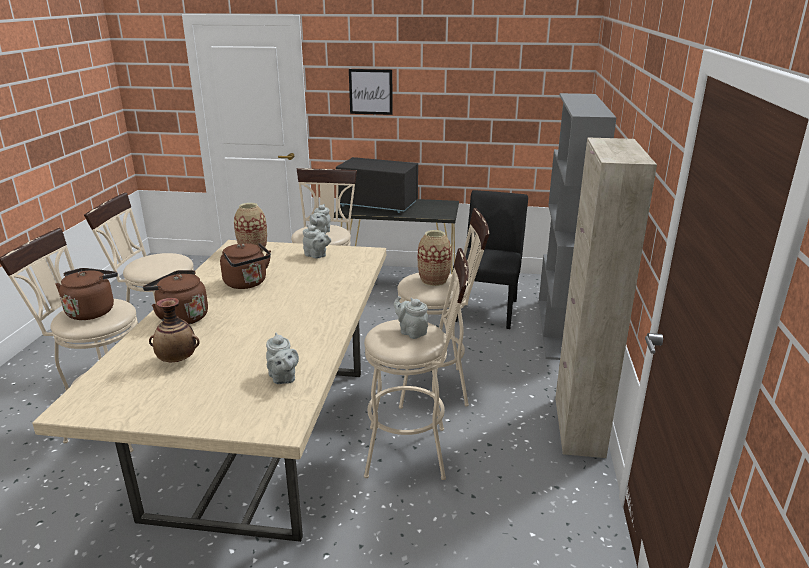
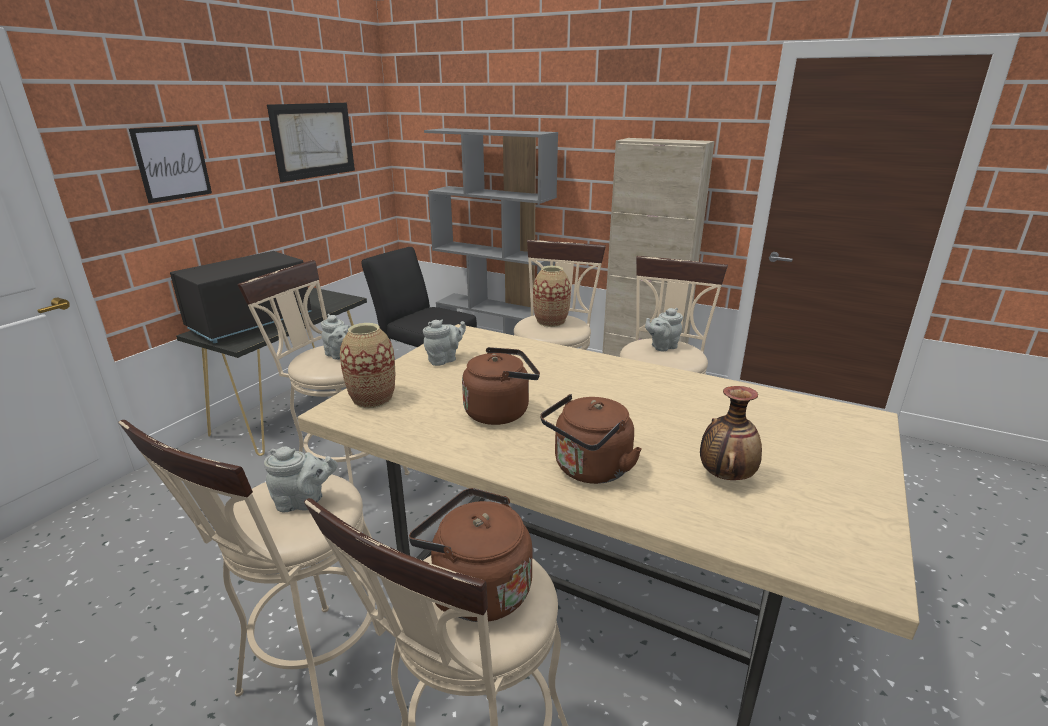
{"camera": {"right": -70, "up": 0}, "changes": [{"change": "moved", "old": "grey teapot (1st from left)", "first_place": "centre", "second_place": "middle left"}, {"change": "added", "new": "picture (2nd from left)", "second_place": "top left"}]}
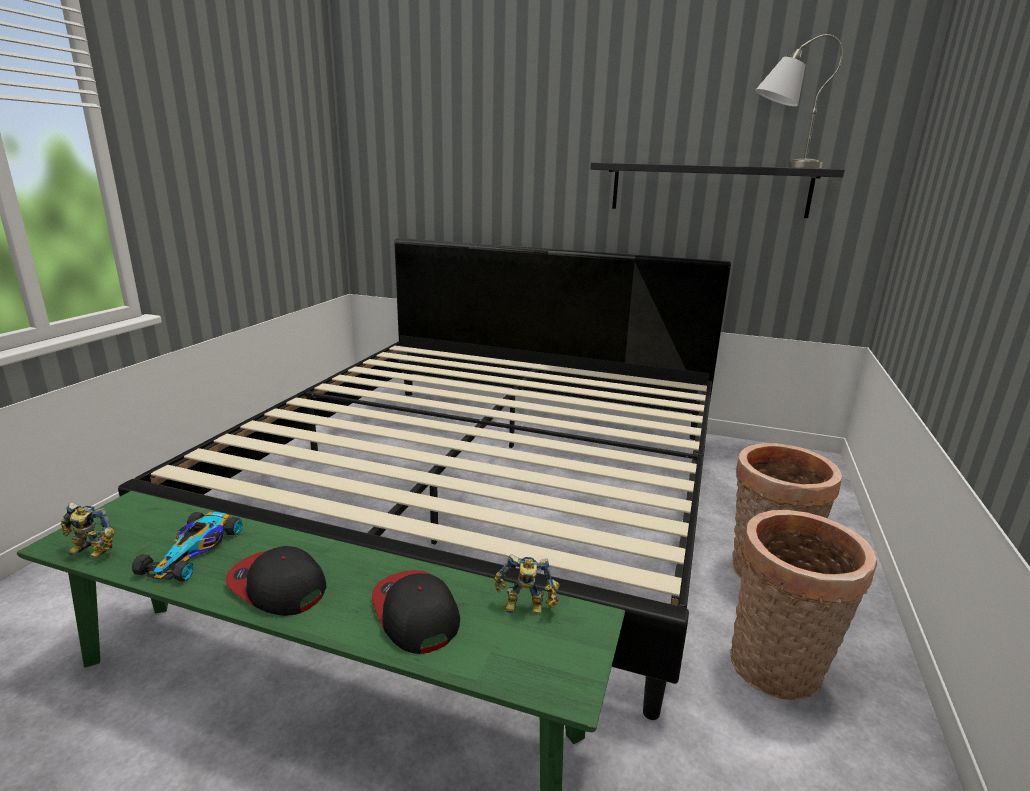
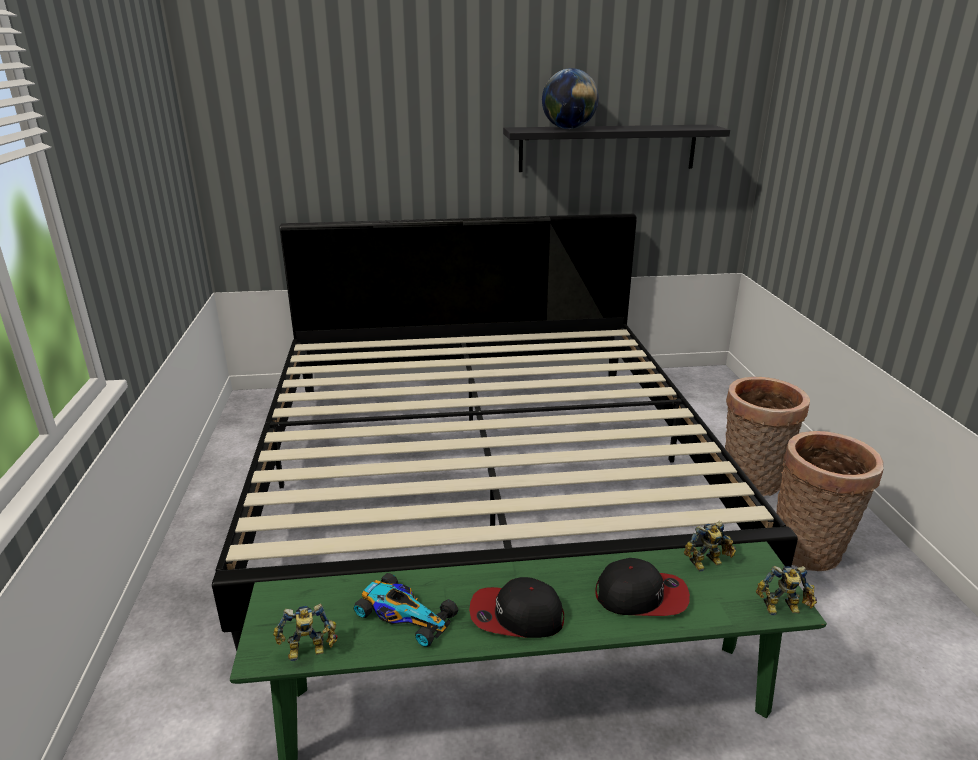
{"camera": {"right": -25, "up": 5}, "changes": [{"change": "turned", "old": "toy car", "first_place": "bottom left", "second_place": "bottom centre", "degrees": -45}, {"change": "turned", "old": "cap (2nd from left)", "first_place": "bottom centre", "second_place": "bottom centre", "degrees": 150}, {"change": "removed", "old": "grey table lamp", "first_place": "top right"}, {"change": "added", "new": "globe", "second_place": "top centre"}, {"change": "added", "new": "toy robot (3rd from left)", "second_place": "bottom right"}]}
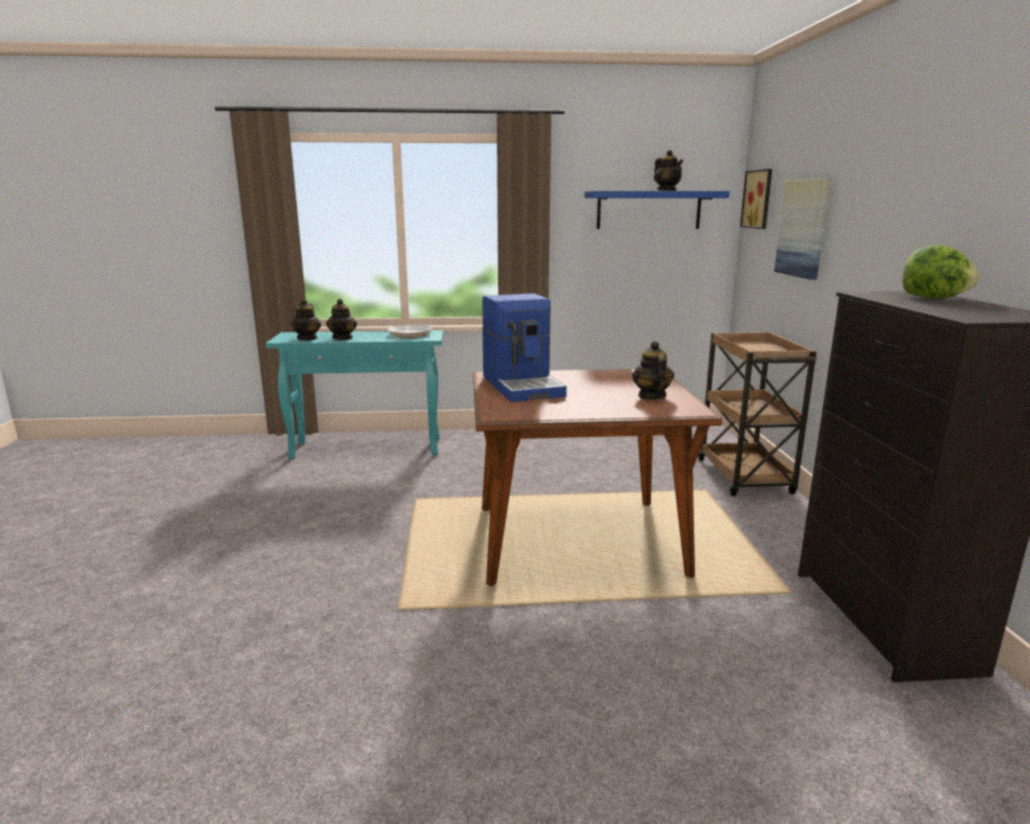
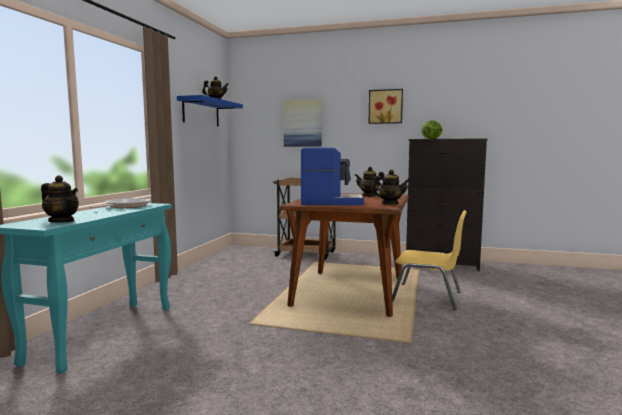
{"camera": {"right": -70, "up": -10}, "changes": [{"change": "moved", "old": "teapot (2nd from left in the first image)", "new": "teapot (4th from left)", "first_place": "middle left", "second_place": "centre"}, {"change": "moved", "old": "picture (1st from left in the first image)", "new": "picture (2nd from left)", "first_place": "top right", "second_place": "top centre"}, {"change": "added", "new": "yellow chair", "second_place": "middle right"}]}
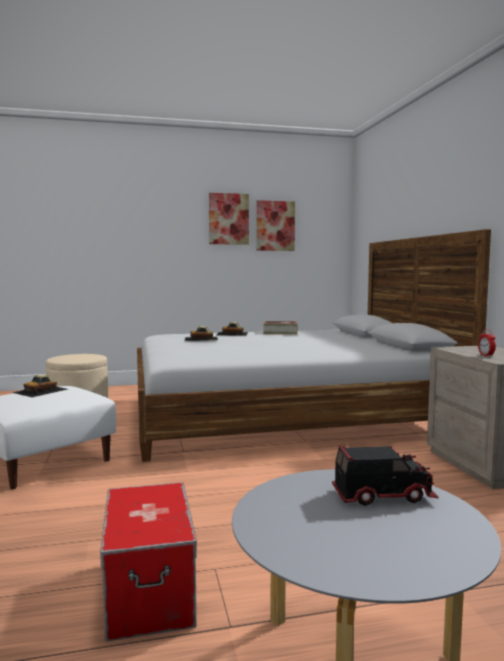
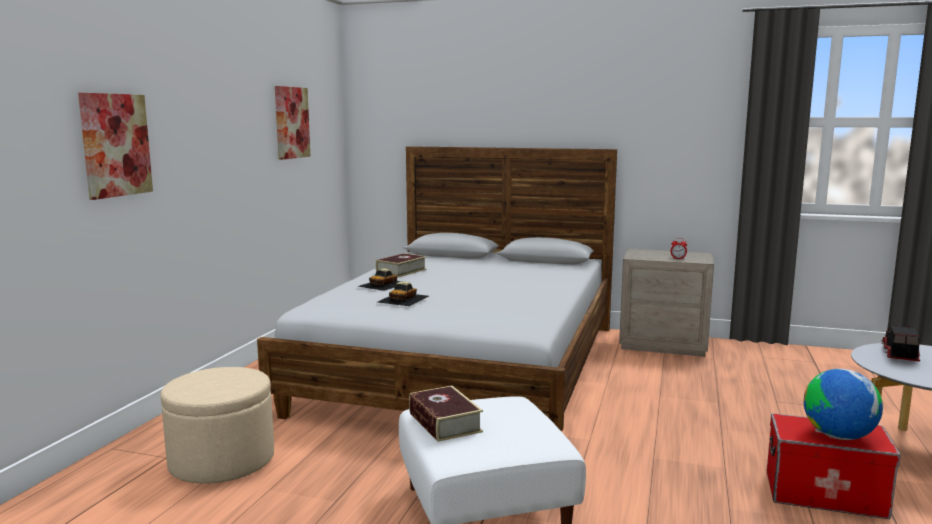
{"camera": {"right": -60, "up": 5}, "changes": [{"change": "replaced", "old": "toy car (1st from left)", "new": "book (2nd from left)", "first_place": "middle left", "second_place": "bottom centre"}, {"change": "moved", "old": "picture (1st from left)", "first_place": "top centre", "second_place": "top left"}, {"change": "added", "new": "globe", "second_place": "bottom right"}]}
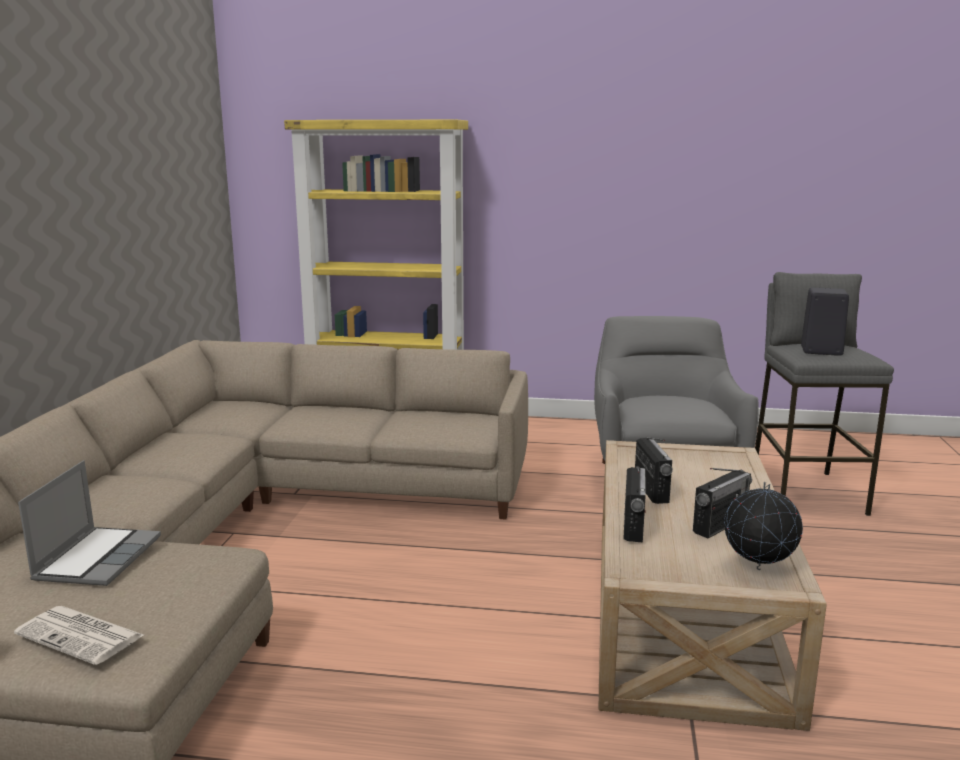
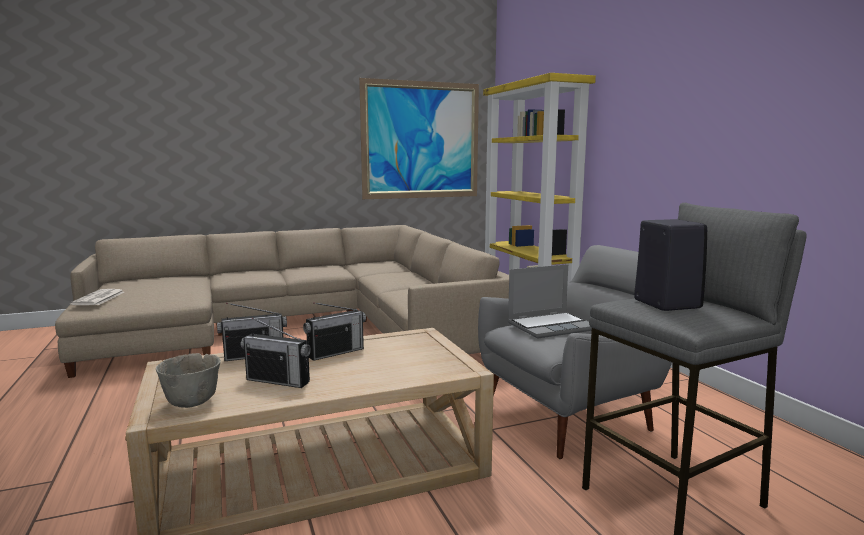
{"camera": {"right": 60, "up": -5}, "changes": [{"change": "moved", "old": "laptop", "first_place": "bottom left", "second_place": "centre"}, {"change": "replaced", "old": "globe", "new": "grey bowl", "first_place": "bottom right", "second_place": "bottom left"}, {"change": "added", "new": "picture", "second_place": "top centre"}]}
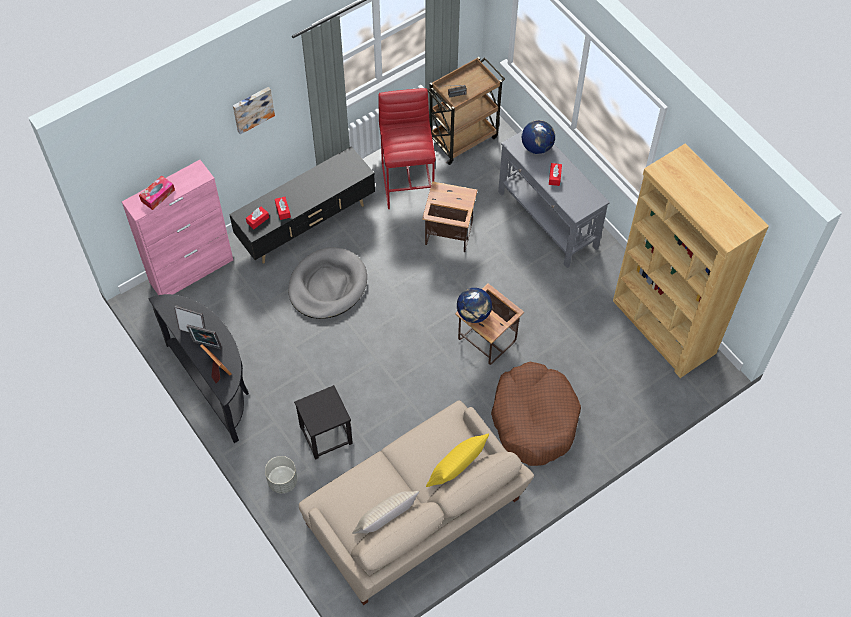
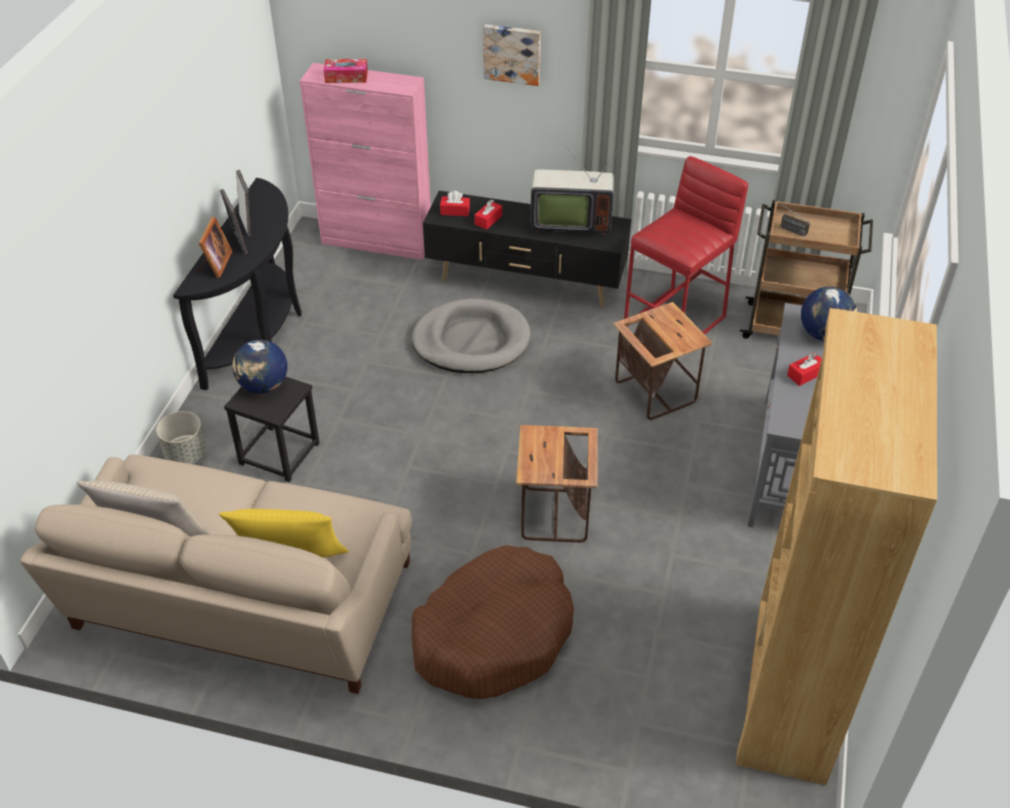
{"camera": {"right": 50, "up": -15}, "changes": [{"change": "moved", "old": "globe (1st from left)", "first_place": "centre", "second_place": "middle left"}, {"change": "added", "new": "television", "second_place": "top centre"}]}
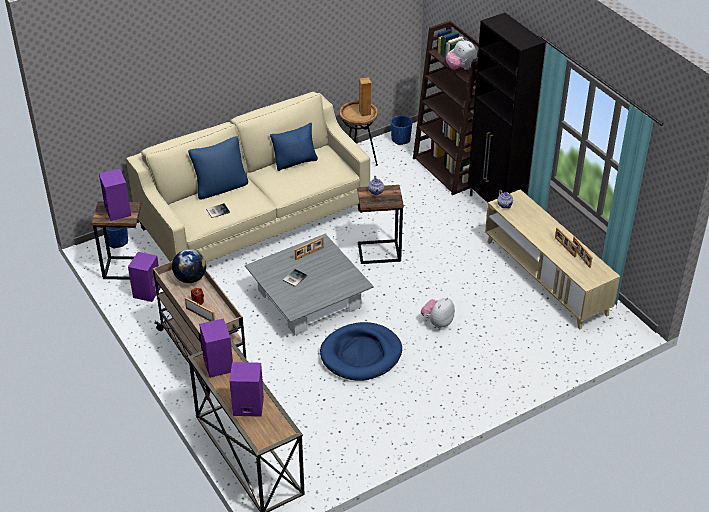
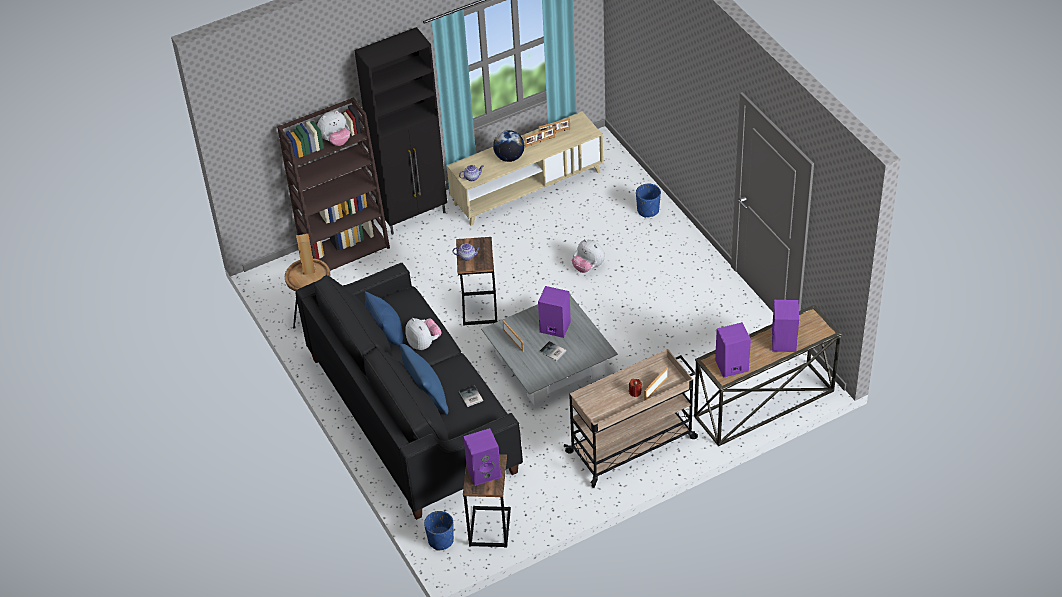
{"camera": {"right": -85, "up": 5}, "changes": [{"change": "recoloured", "old": "beige sofa", "new": "black sofa", "first_place": "centre", "second_place": "centre"}, {"change": "moved", "old": "purple speaker (2nd from left)", "first_place": "middle left", "second_place": "centre"}, {"change": "moved", "old": "globe", "first_place": "middle left", "second_place": "top centre"}, {"change": "removed", "old": "blue dog bed", "first_place": "bottom centre"}, {"change": "moved", "old": "blue planter (2nd from left)", "first_place": "top centre", "second_place": "centre"}, {"change": "added", "new": "plush toy (2nd from left)", "second_place": "centre"}]}
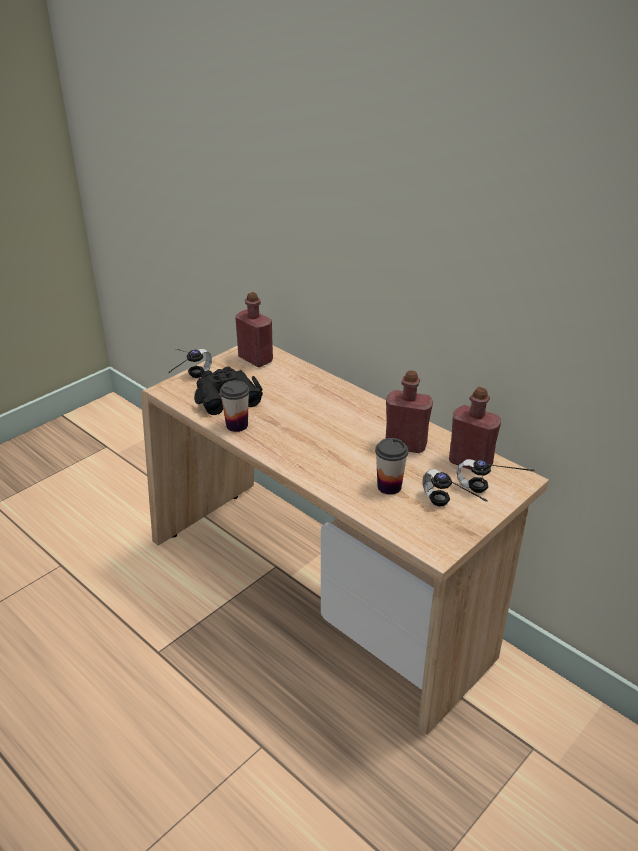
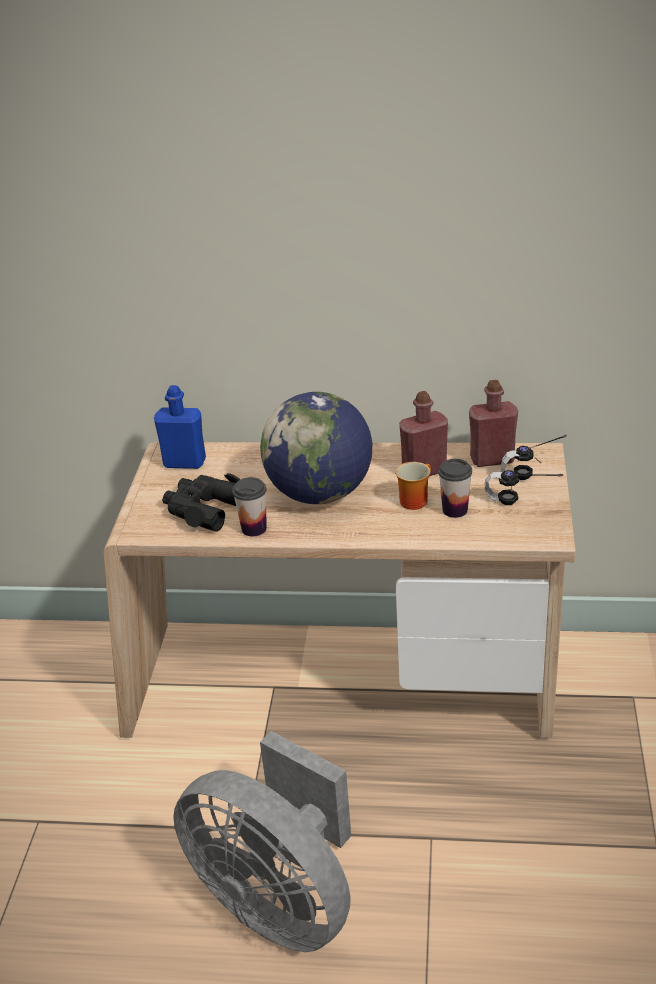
{"camera": {"right": -35, "up": 0}, "changes": [{"change": "removed", "old": "headphones (1st from left)", "first_place": "middle left"}, {"change": "recoloured", "old": "red bottle (1st from left)", "new": "blue bottle", "first_place": "centre", "second_place": "middle left"}, {"change": "added", "new": "grey fan", "second_place": "bottom centre"}, {"change": "added", "new": "globe", "second_place": "centre"}, {"change": "added", "new": "mug", "second_place": "centre"}]}
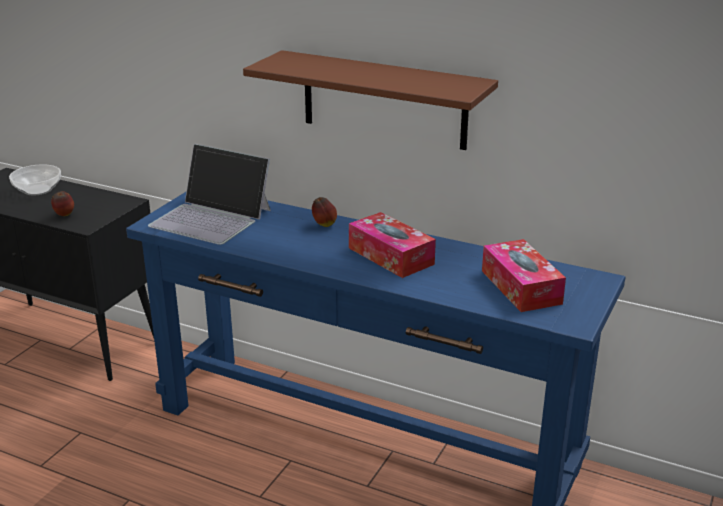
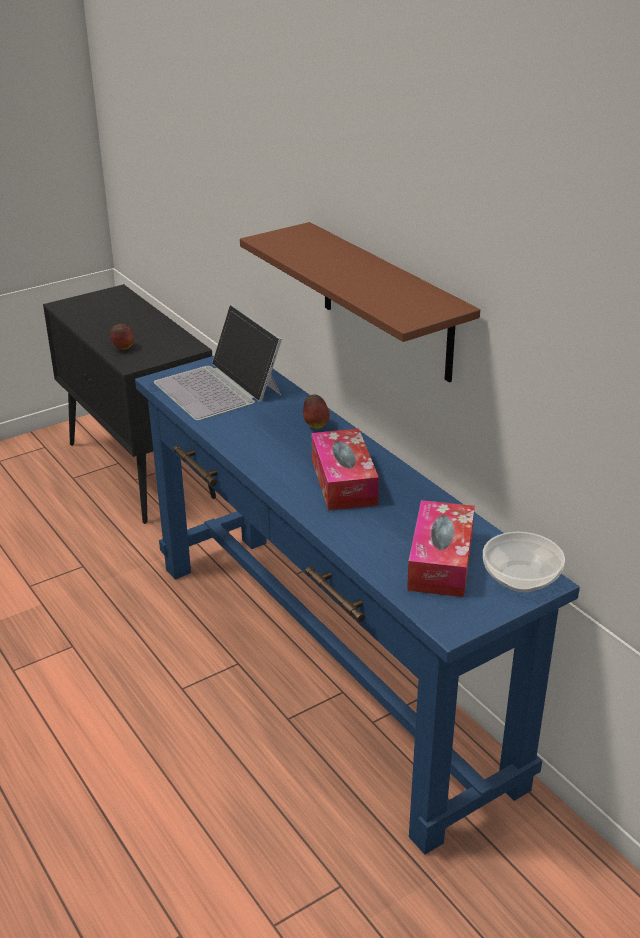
{"camera": {"right": 30, "up": 5}, "changes": [{"change": "moved", "old": "bowl", "first_place": "middle left", "second_place": "middle right"}]}
